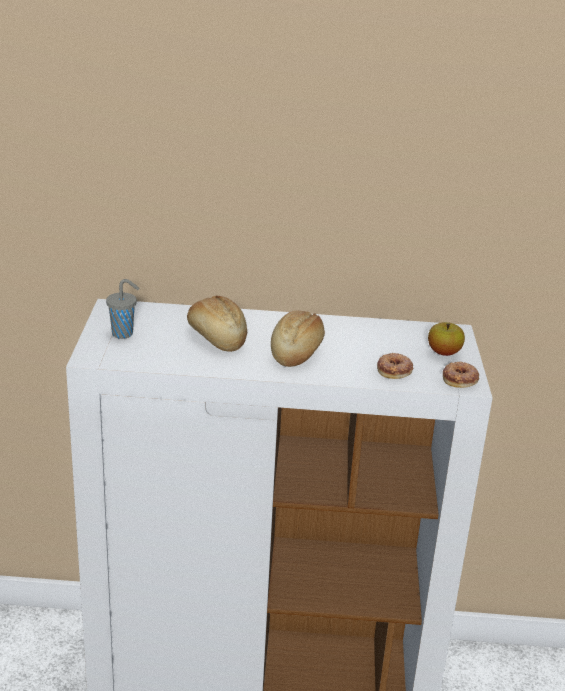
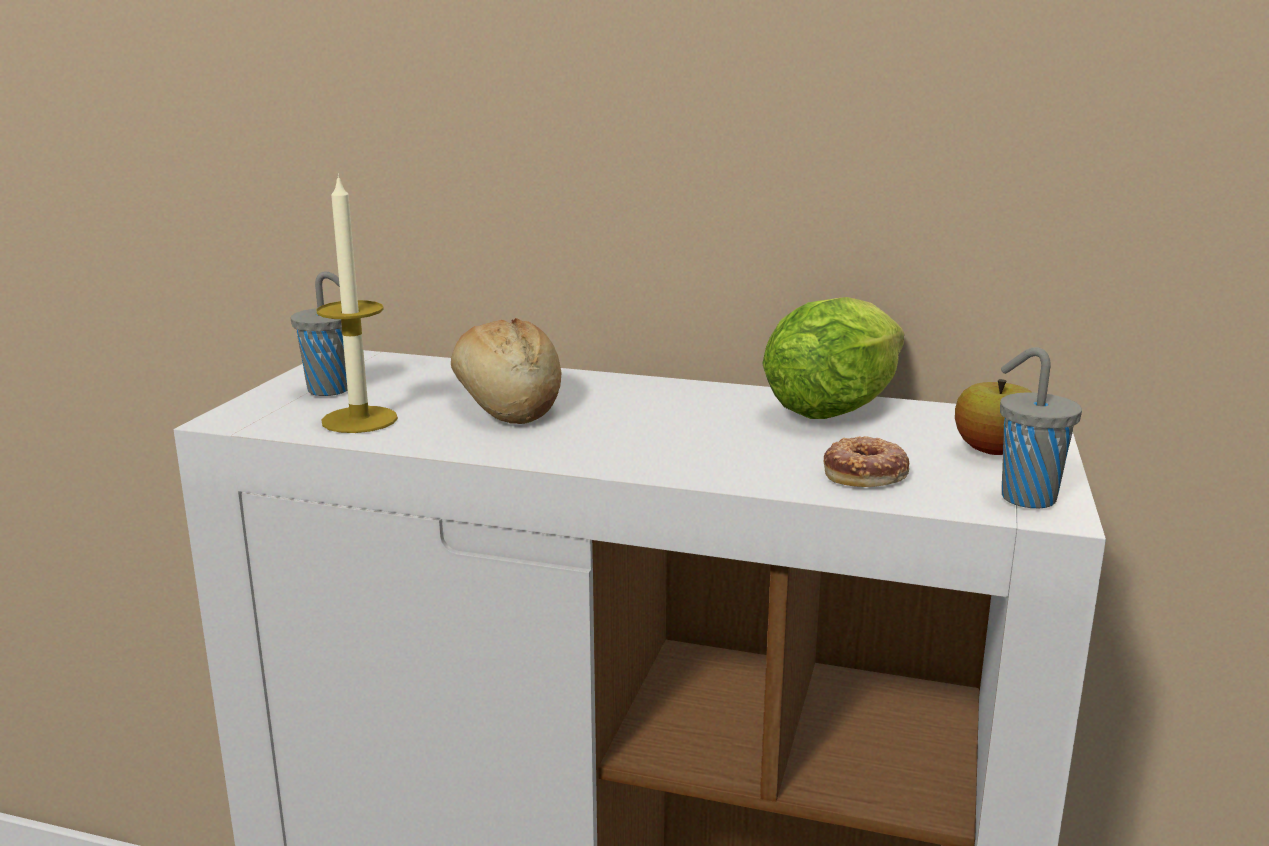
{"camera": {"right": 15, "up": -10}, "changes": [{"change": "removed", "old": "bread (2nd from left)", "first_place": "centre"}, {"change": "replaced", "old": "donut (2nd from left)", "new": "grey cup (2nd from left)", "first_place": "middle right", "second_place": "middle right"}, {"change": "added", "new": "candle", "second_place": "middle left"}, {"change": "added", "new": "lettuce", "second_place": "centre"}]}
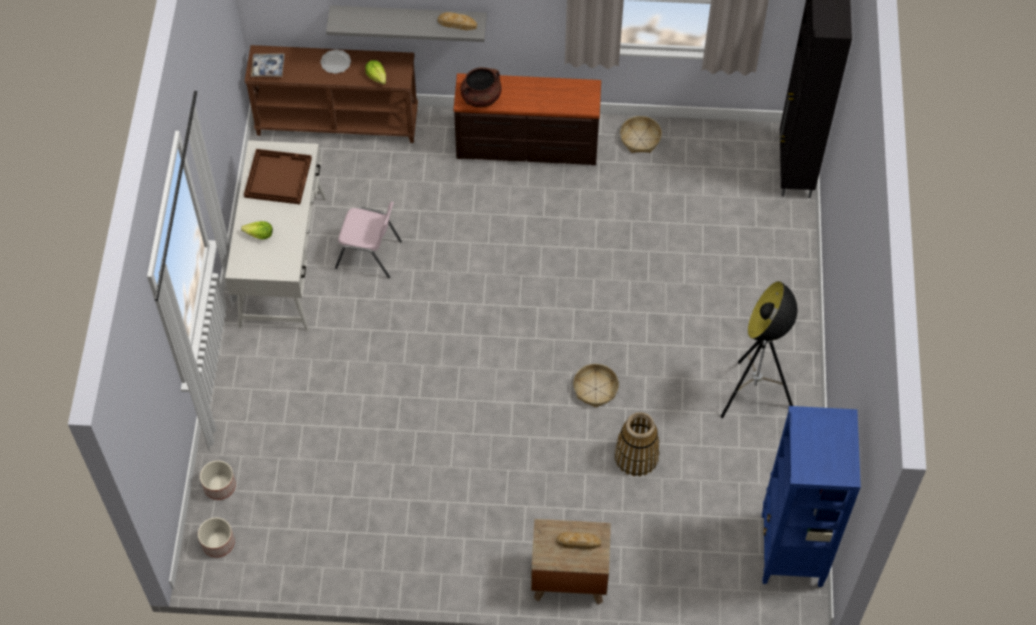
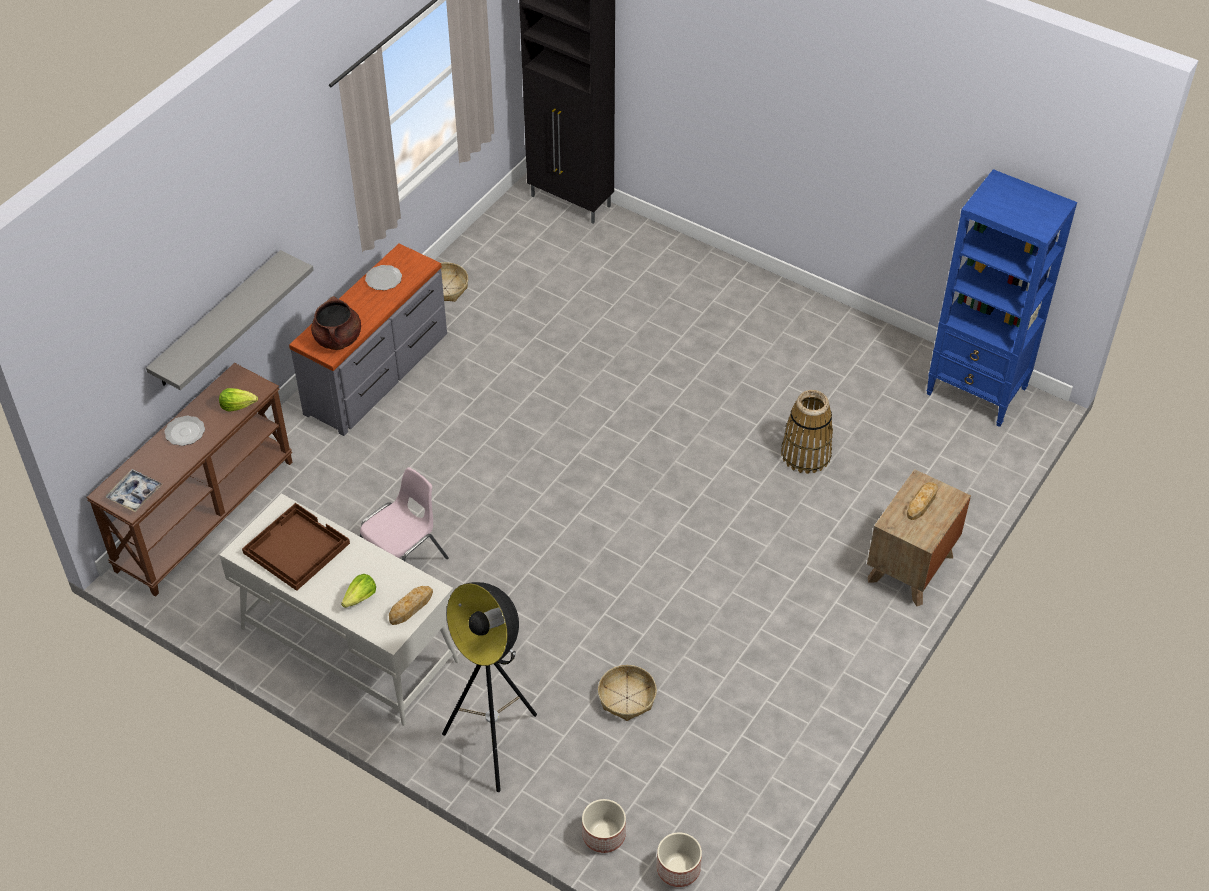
{"camera": {"right": -60, "up": -10}, "changes": [{"change": "moved", "old": "bread (1st from left)", "first_place": "top centre", "second_place": "bottom centre"}, {"change": "recoloured", "old": "brown dresser", "new": "grey dresser", "first_place": "top centre", "second_place": "middle left"}, {"change": "moved", "old": "basket (1st from left in the first image)", "new": "basket (2nd from left)", "first_place": "centre", "second_place": "bottom centre"}, {"change": "moved", "old": "floor lamp", "first_place": "middle right", "second_place": "bottom centre"}, {"change": "added", "new": "plate (2nd from left)", "second_place": "top left"}]}
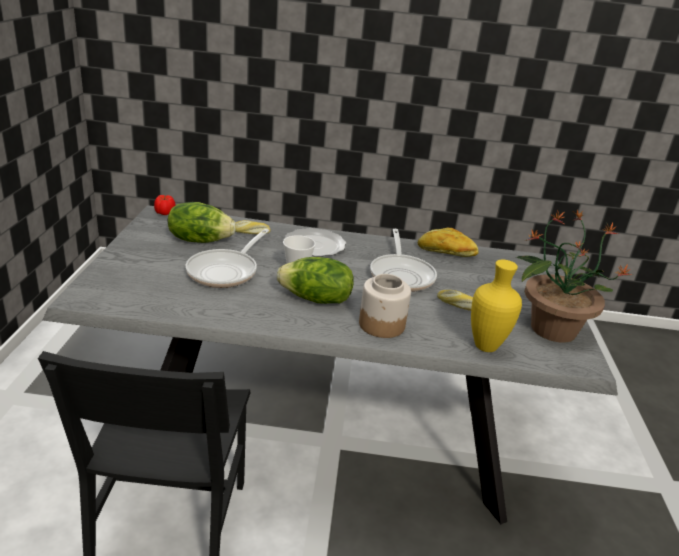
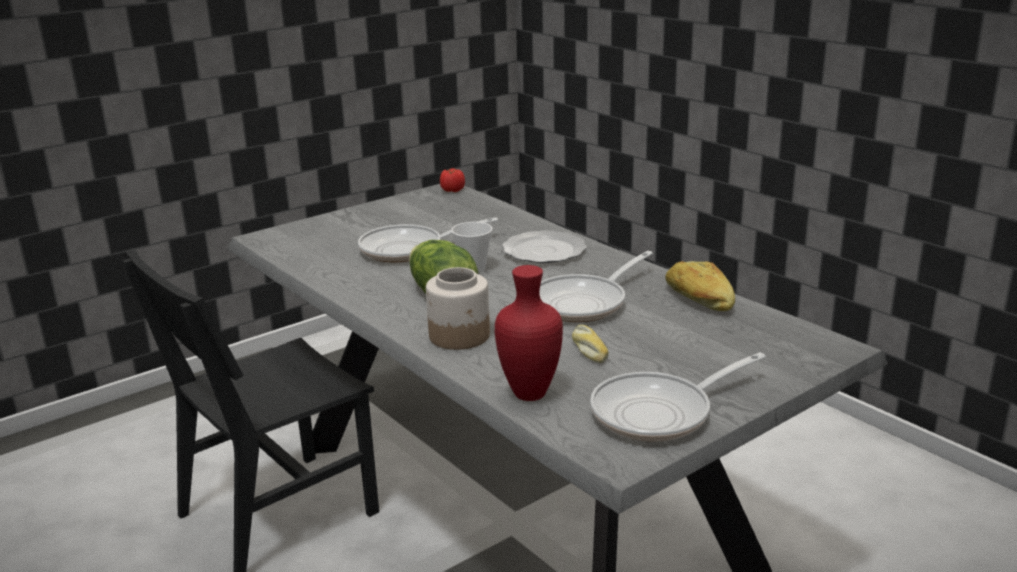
{"camera": {"right": 50, "up": -5}, "changes": [{"change": "removed", "old": "lettuce (1st from left)", "first_place": "middle left"}, {"change": "removed", "old": "bread (1st from left)", "first_place": "centre"}, {"change": "recoloured", "old": "yellow vase", "new": "red vase", "first_place": "middle right", "second_place": "centre"}, {"change": "replaced", "old": "potted plant", "new": "frying pan (3rd from left)", "first_place": "middle right", "second_place": "bottom right"}]}
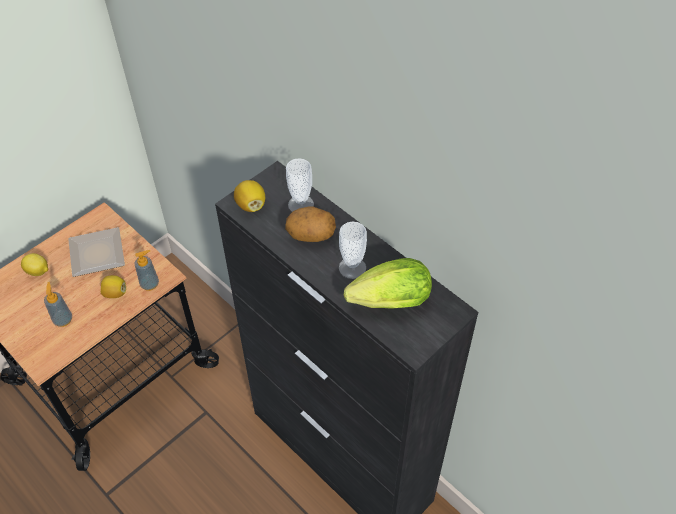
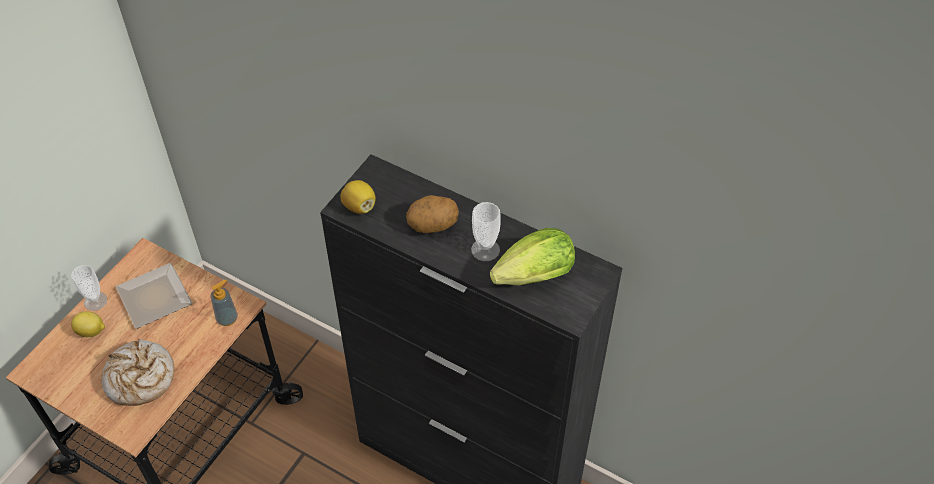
{"camera": {"right": -15, "up": 0}, "changes": [{"change": "replaced", "old": "soap dispenser (1st from left)", "new": "bread", "first_place": "middle left", "second_place": "bottom left"}, {"change": "removed", "old": "lemon (2nd from left)", "first_place": "middle left"}, {"change": "moved", "old": "cup (1st from left)", "first_place": "centre", "second_place": "middle left"}]}
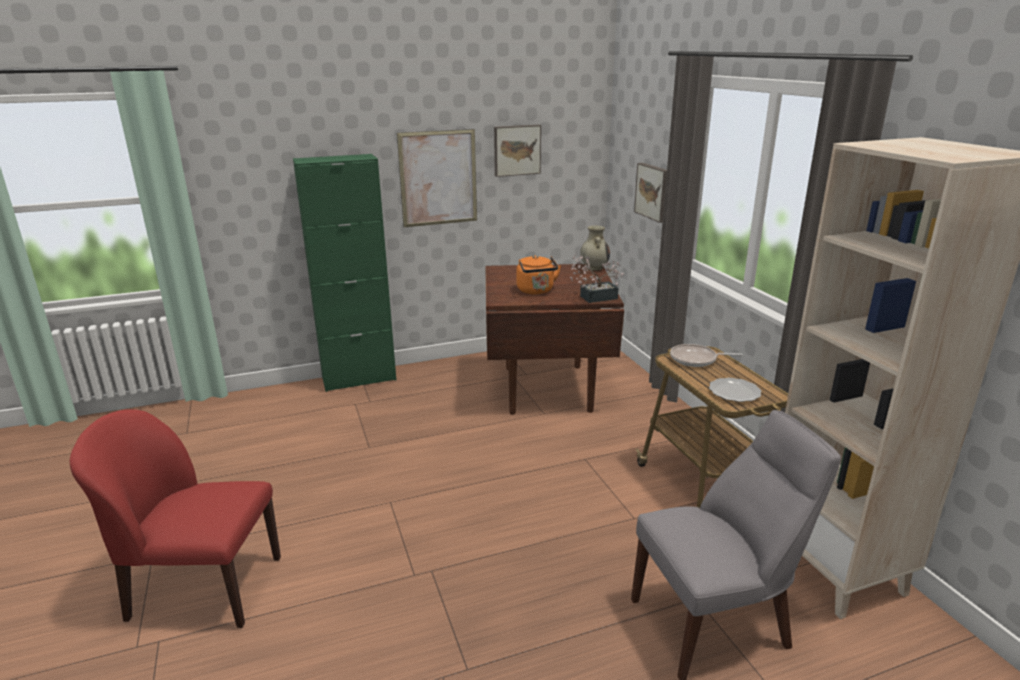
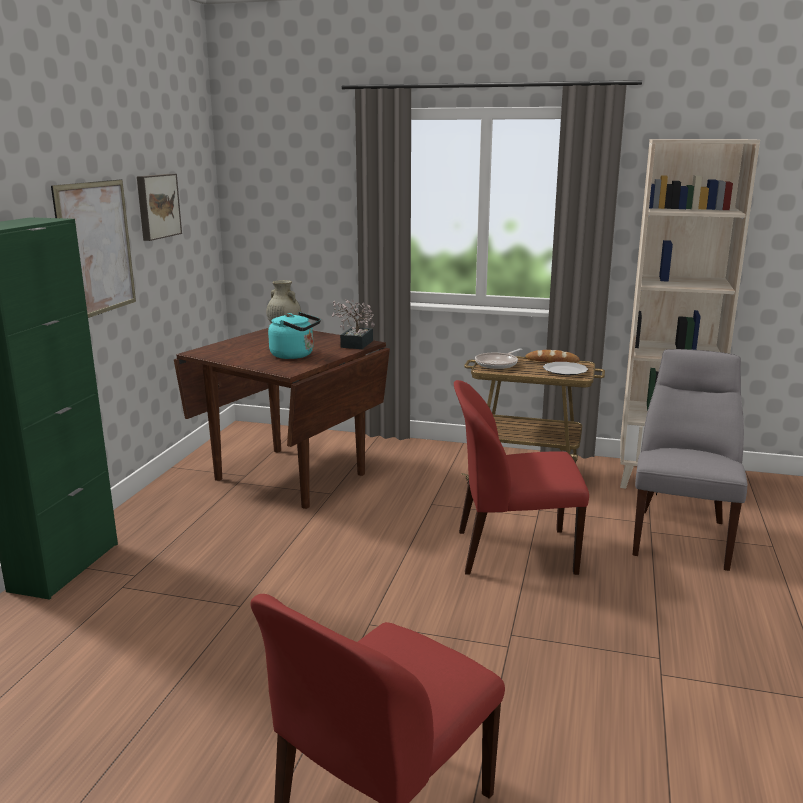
{"camera": {"right": -55, "up": -5}, "changes": [{"change": "recoloured", "old": "orange kettle", "new": "turquoise kettle", "first_place": "centre", "second_place": "centre"}, {"change": "removed", "old": "picture (3rd from left)", "first_place": "top centre"}, {"change": "added", "new": "red chair (2nd from left)", "second_place": "centre"}, {"change": "added", "new": "bread", "second_place": "middle right"}]}
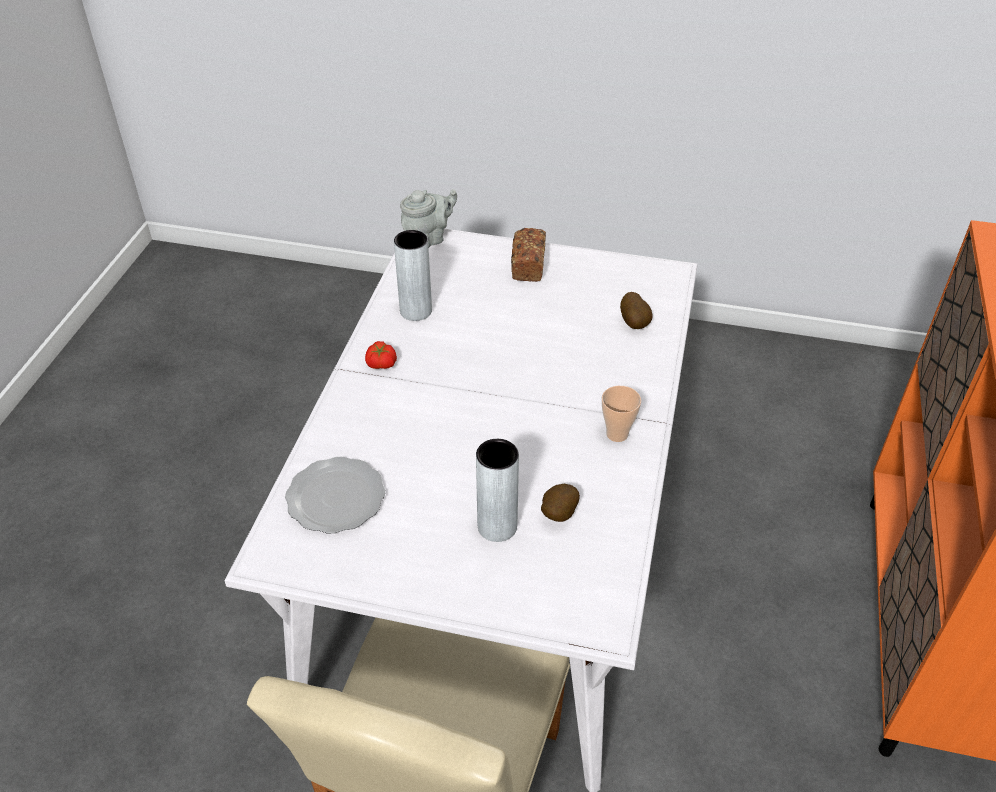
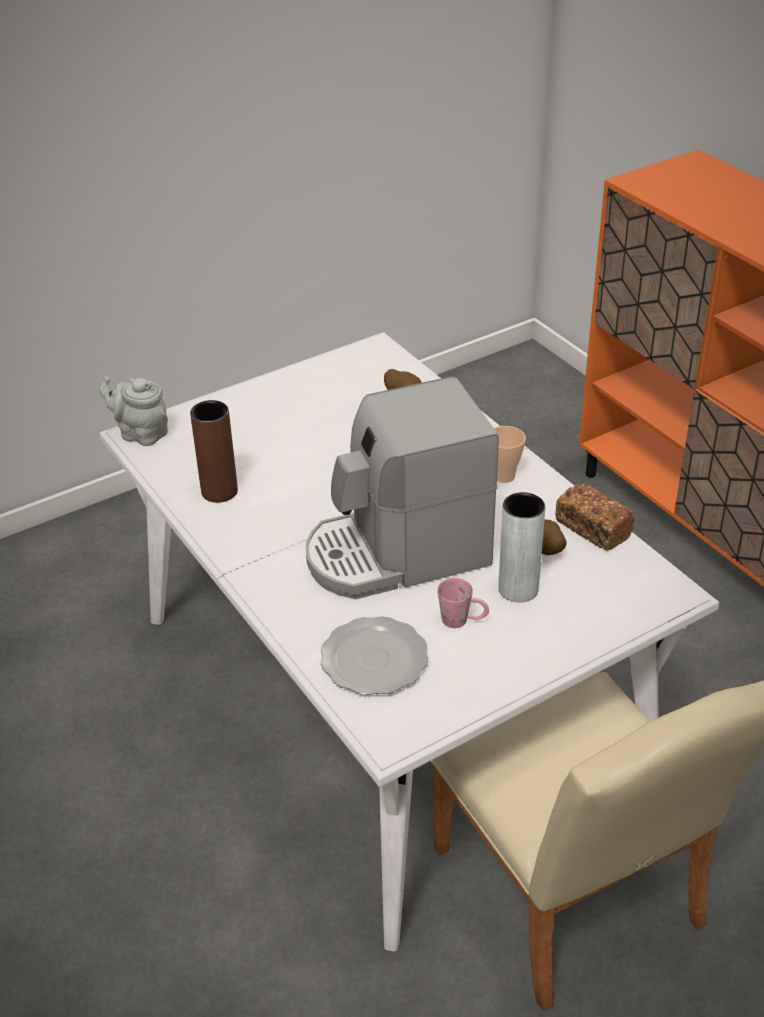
{"camera": {"right": -45, "up": -5}, "changes": [{"change": "removed", "old": "tomato", "first_place": "centre"}, {"change": "recoloured", "old": "grey vase (1st from left)", "new": "brown vase", "first_place": "centre", "second_place": "middle left"}, {"change": "turned", "old": "grey teapot", "first_place": "top centre", "second_place": "middle left", "degrees": -75}, {"change": "moved", "old": "bread", "first_place": "top centre", "second_place": "middle right"}, {"change": "added", "new": "coffee machine", "second_place": "centre"}, {"change": "added", "new": "pink mug", "second_place": "centre"}]}
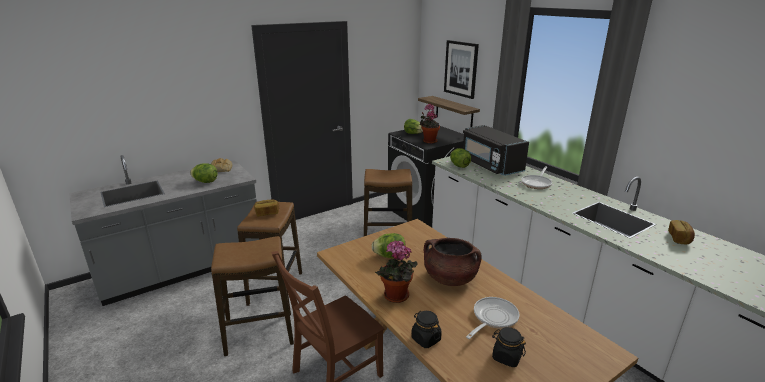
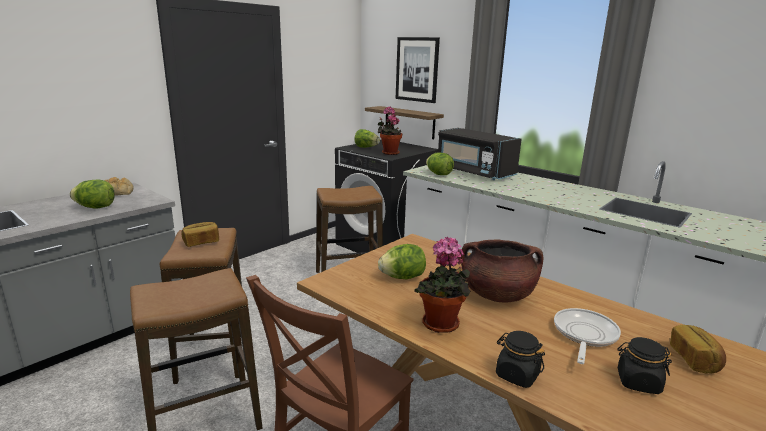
{"camera": {"right": -15, "up": -5}, "changes": [{"change": "removed", "old": "frying pan (2nd from left)", "first_place": "middle right"}, {"change": "moved", "old": "bread (3rd from left)", "first_place": "middle right", "second_place": "bottom right"}]}
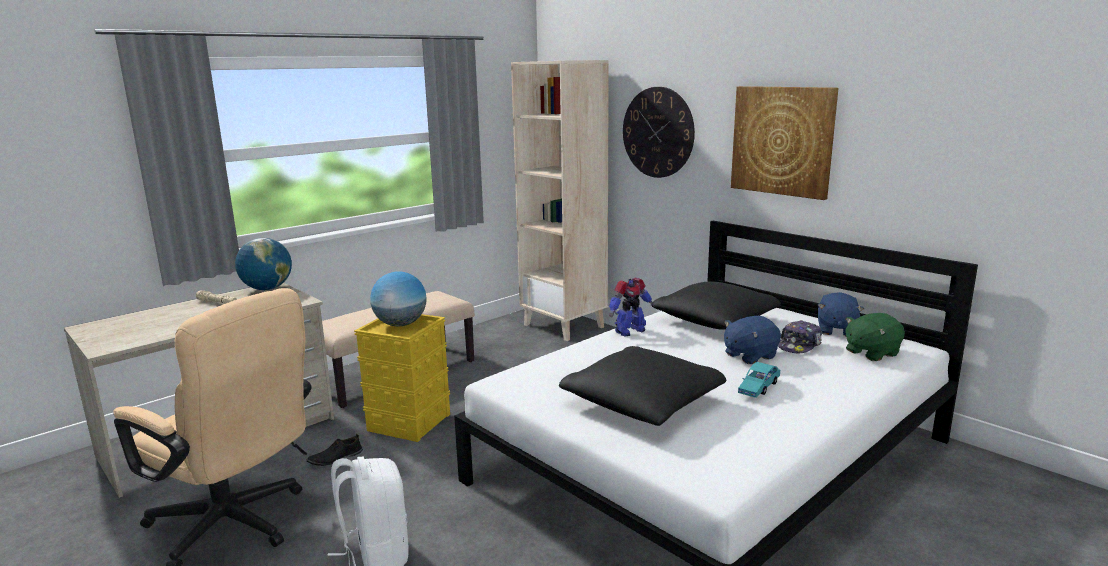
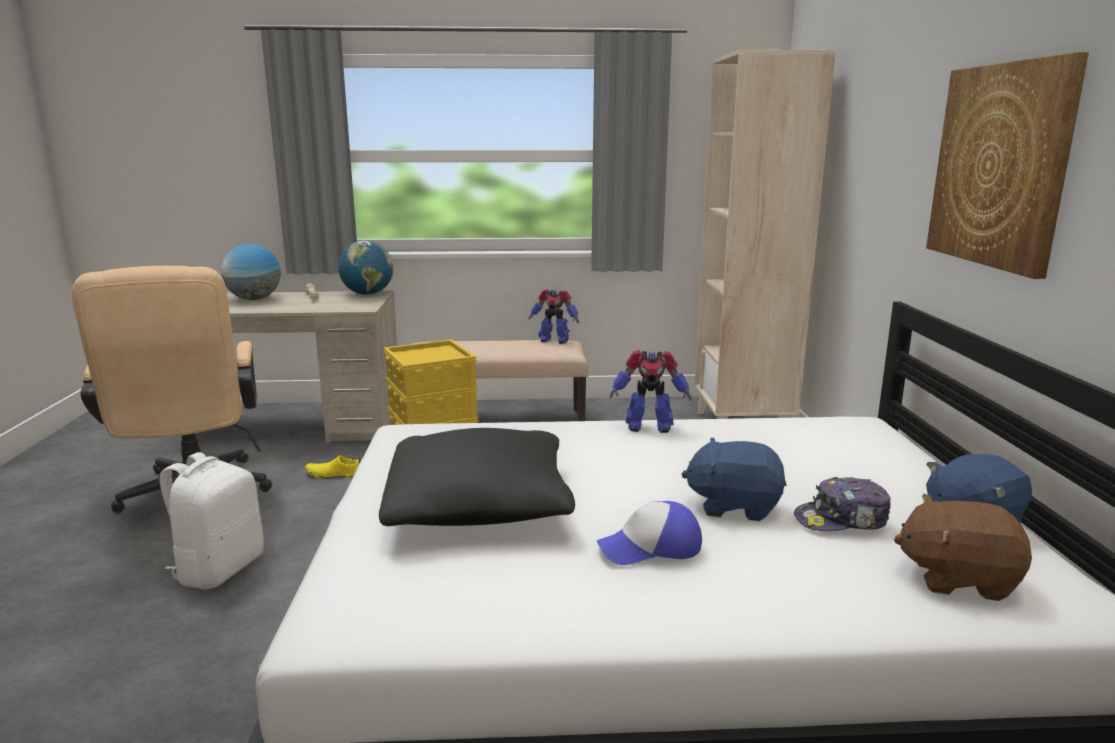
{"camera": {"right": 40, "up": 0}, "changes": [{"change": "recoloured", "old": "black shoe", "new": "yellow shoe", "first_place": "bottom left", "second_place": "middle left"}, {"change": "moved", "old": "globe (2nd from left in the first image)", "new": "globe (1st from left)", "first_place": "centre", "second_place": "middle left"}, {"change": "removed", "old": "wall clock", "first_place": "top centre"}, {"change": "removed", "old": "black pillow (2nd from left)", "first_place": "centre"}, {"change": "replaced", "old": "turquoise toy car", "new": "cap (1st from left)", "first_place": "bottom right", "second_place": "bottom centre"}, {"change": "recoloured", "old": "green plush toy", "new": "brown plush toy", "first_place": "middle right", "second_place": "bottom right"}, {"change": "added", "new": "toy robot (1st from left)", "second_place": "centre"}]}
